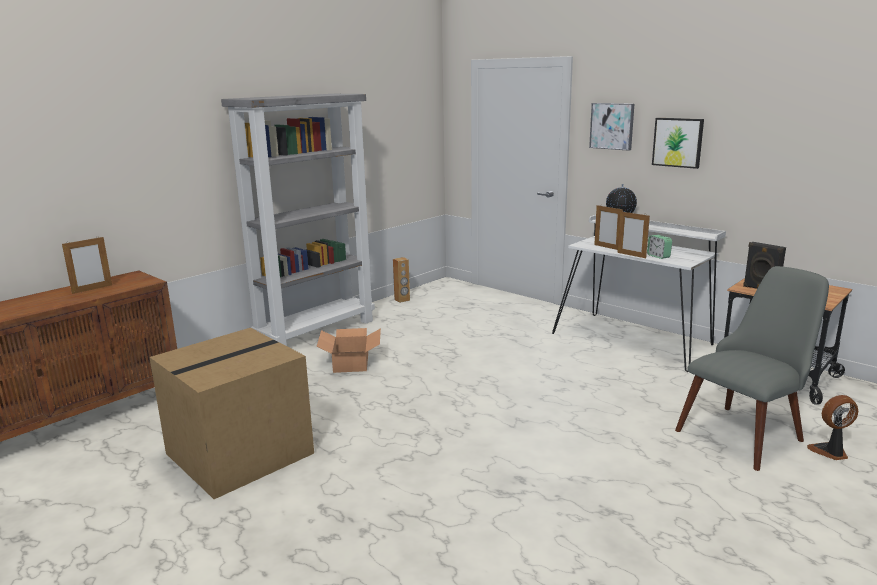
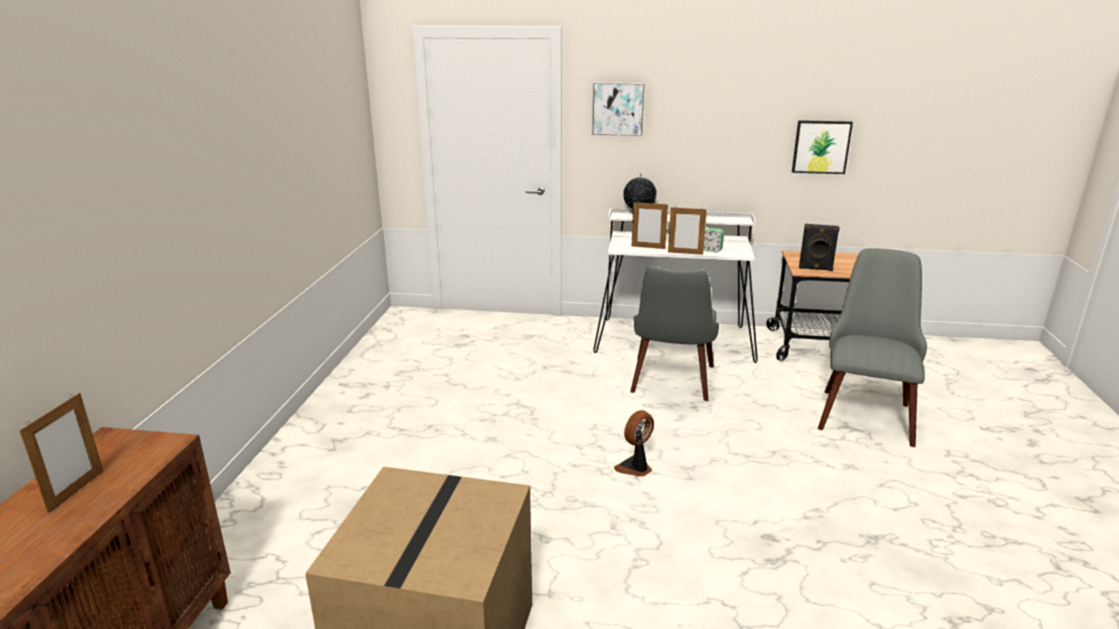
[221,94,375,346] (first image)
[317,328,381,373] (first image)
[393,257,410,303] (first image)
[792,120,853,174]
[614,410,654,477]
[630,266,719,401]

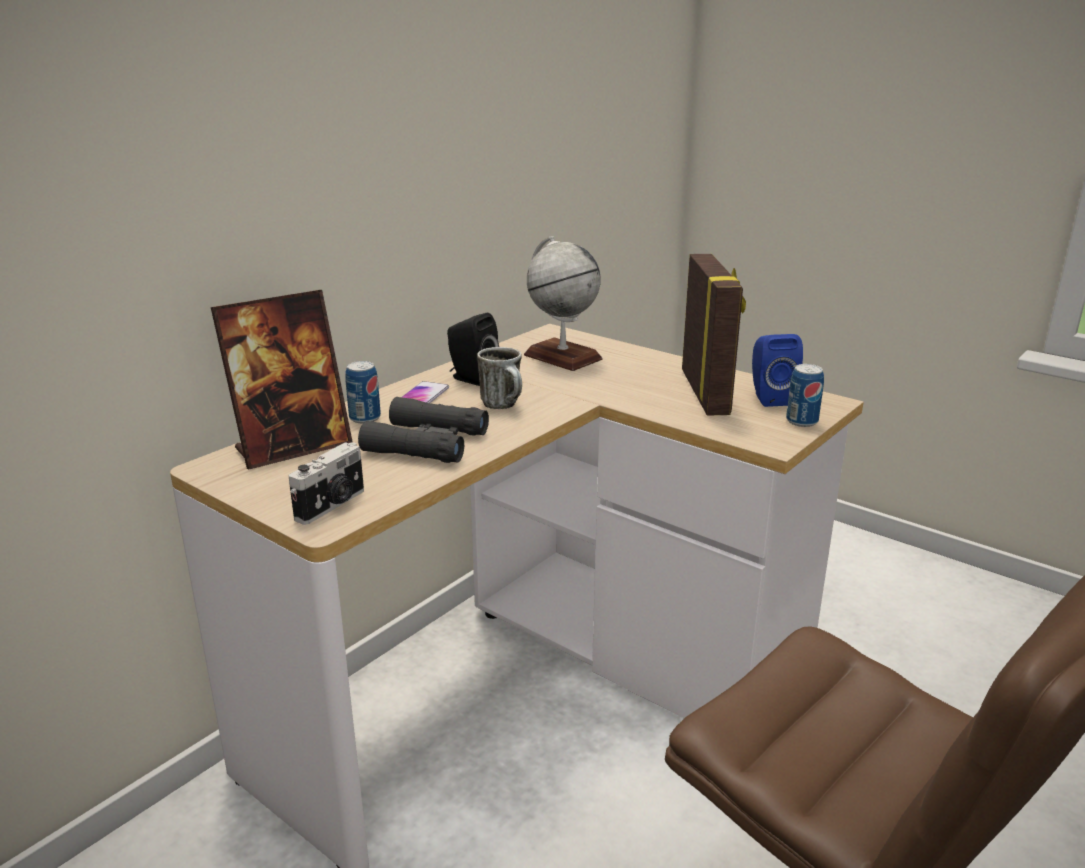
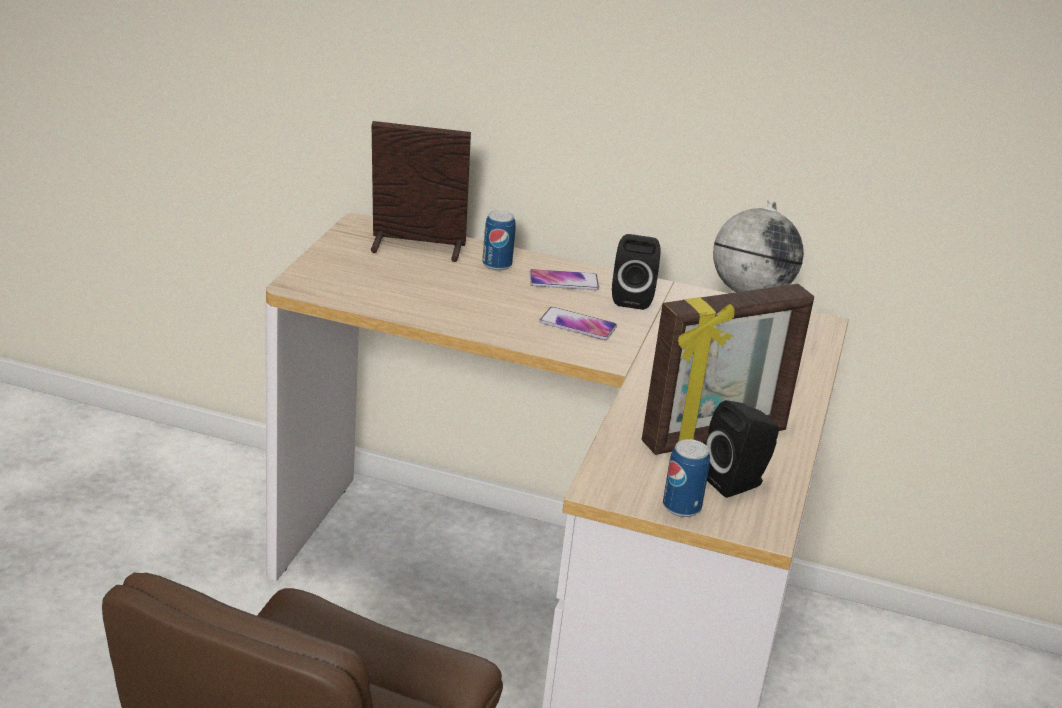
[371,121,471,262]
[288,442,364,525] (first image)
[358,397,489,463] (first image)
[539,307,617,340]
[705,400,779,498]

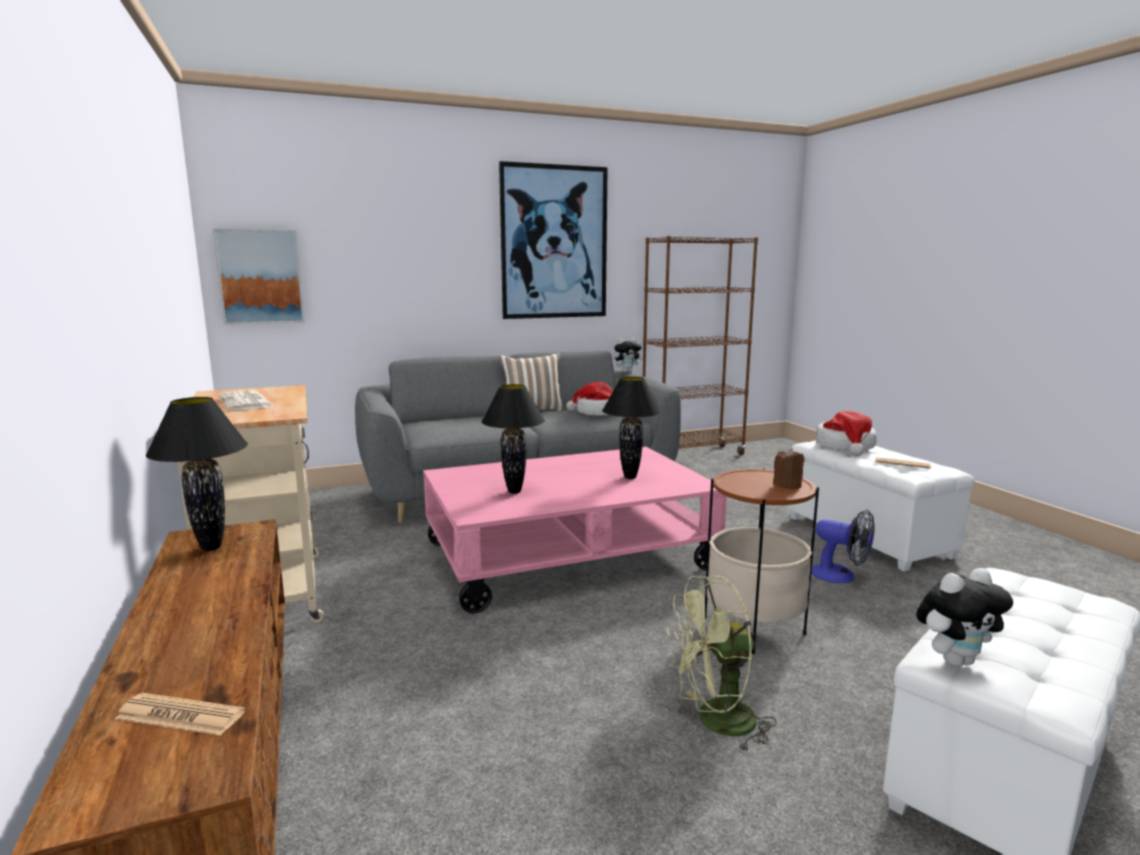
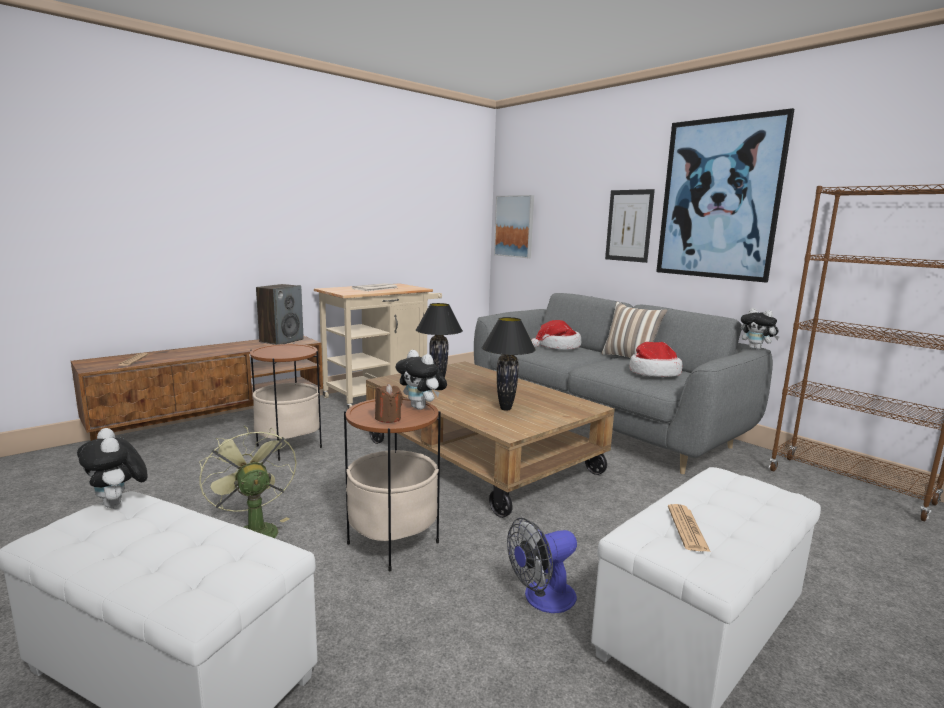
[256,284,304,345]
[366,362,615,518]
[507,518,577,613]
[531,320,581,349]
[250,343,322,461]
[395,350,447,410]
[605,189,655,263]

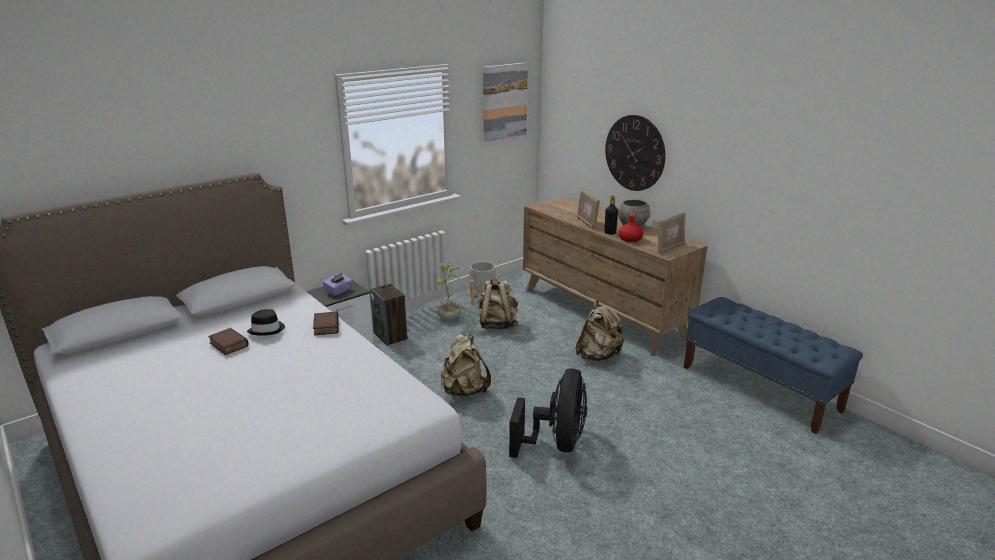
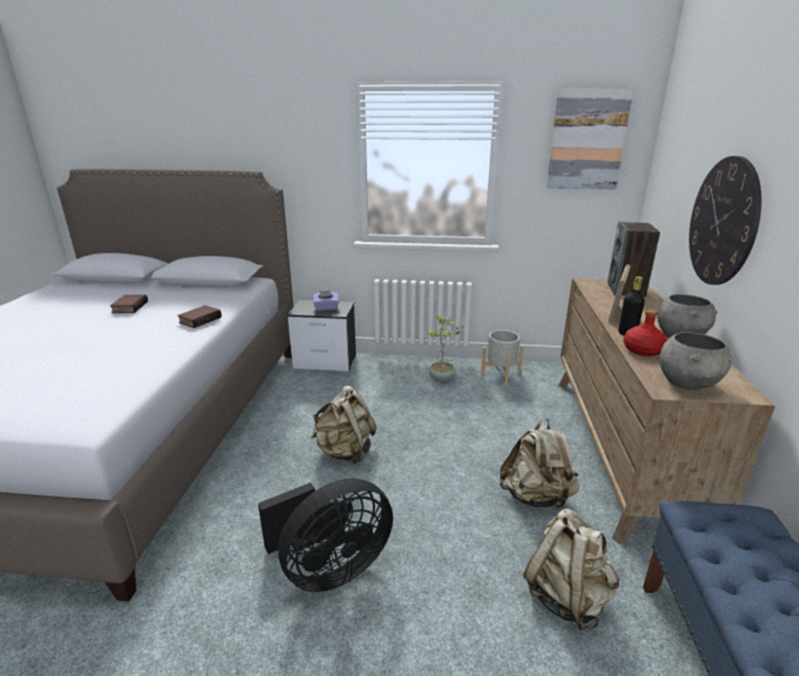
[247,309,285,336] (first image)
[607,221,660,297]
[523,508,620,630]
[660,332,731,390]

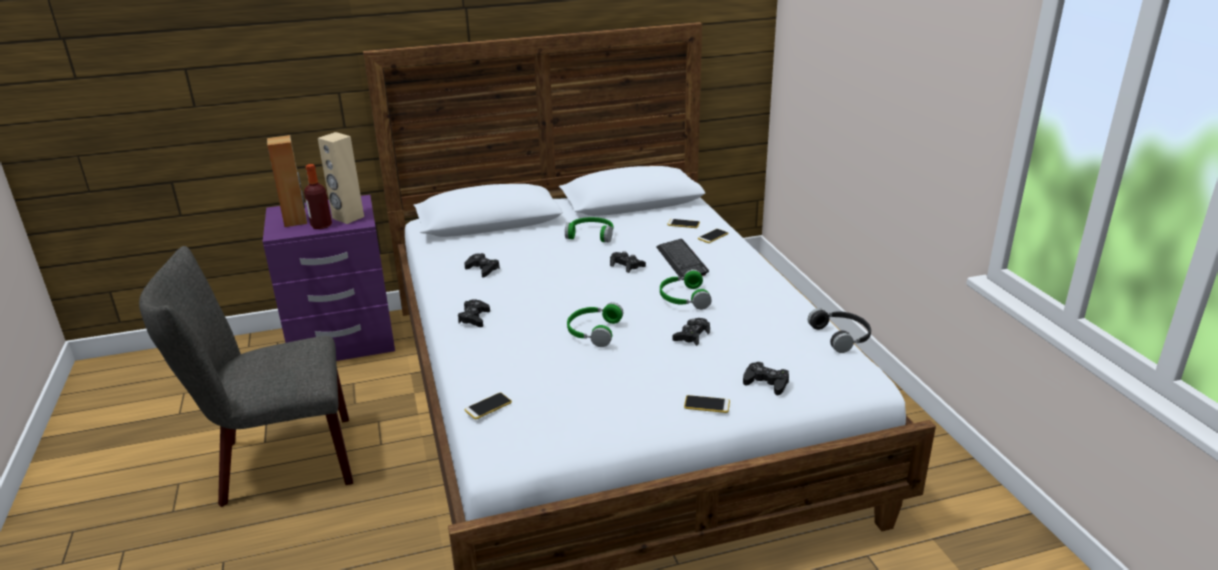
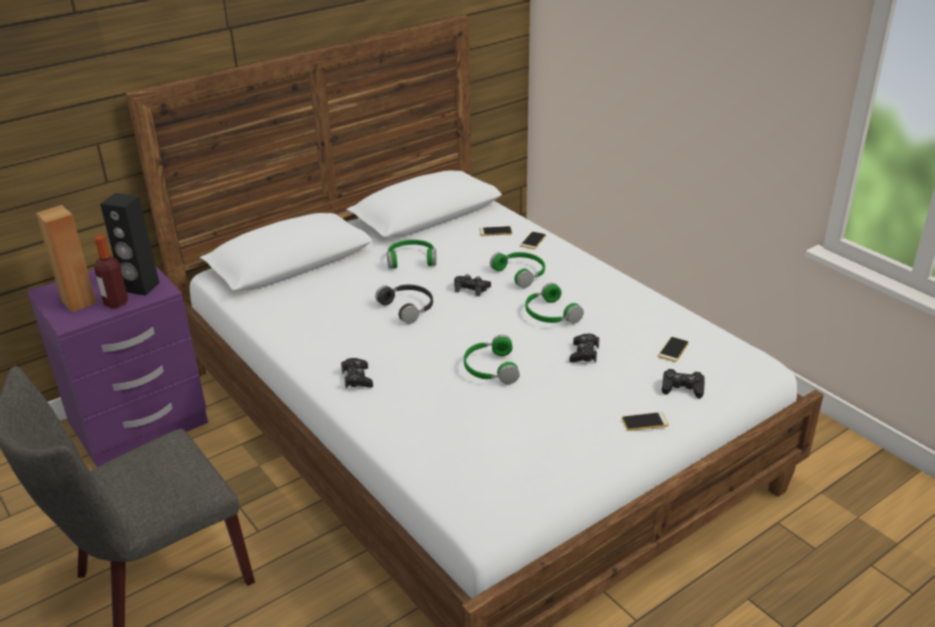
[100,193,159,296]
[464,253,500,278] (first image)
[658,337,689,362]
[490,252,545,288]
[375,285,433,324]

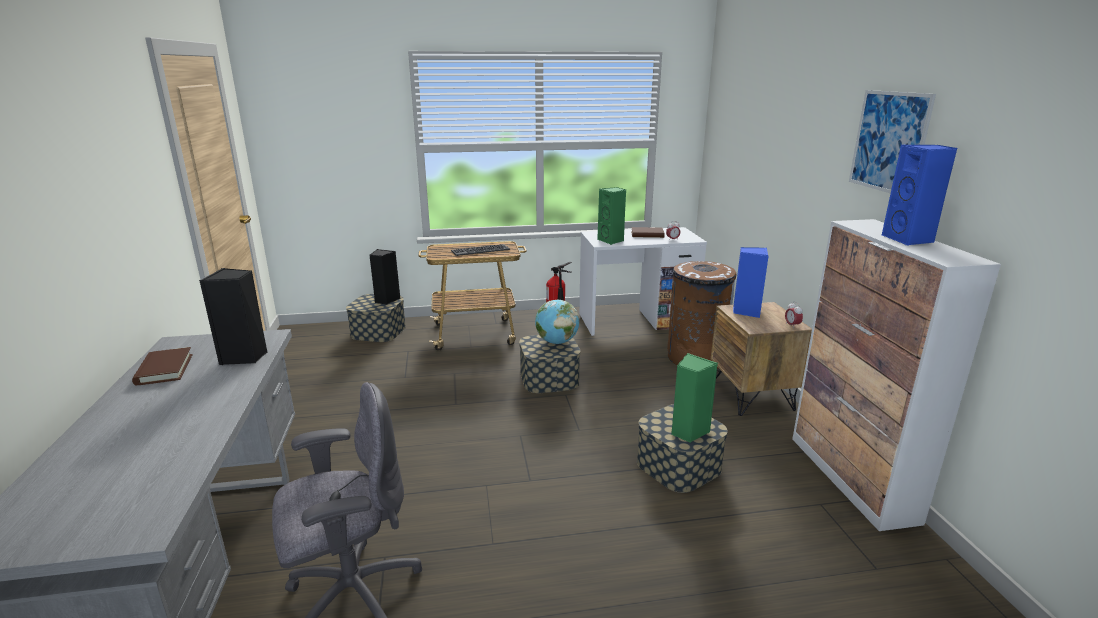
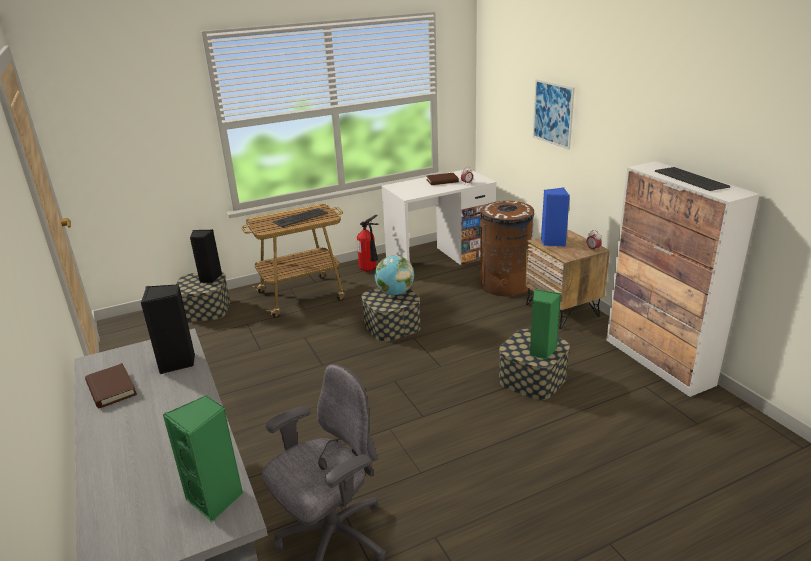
[163,395,243,522]
[533,79,575,150]
[655,167,730,191]

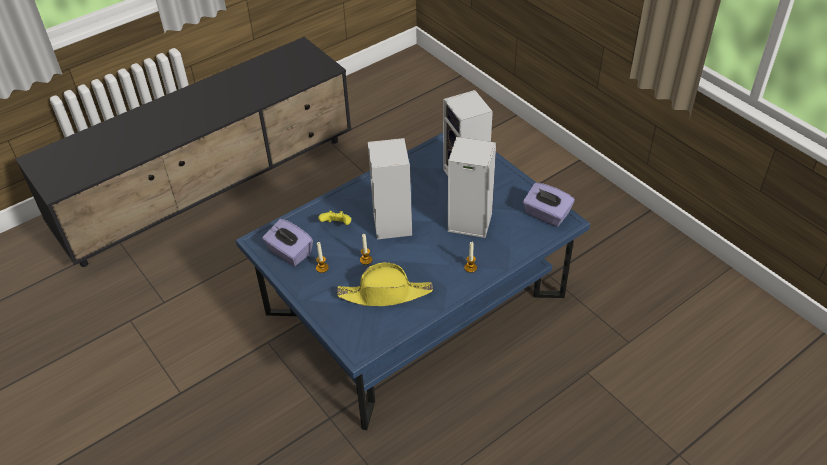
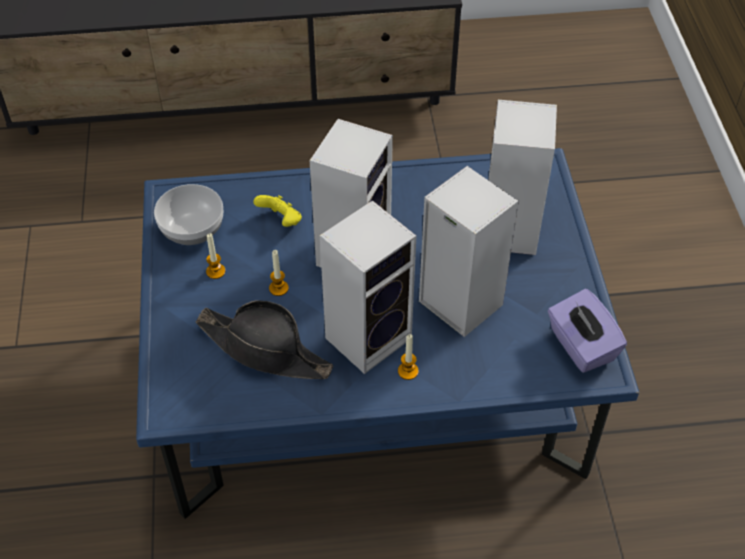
[154,184,223,245]
[196,300,333,379]
[320,200,416,374]

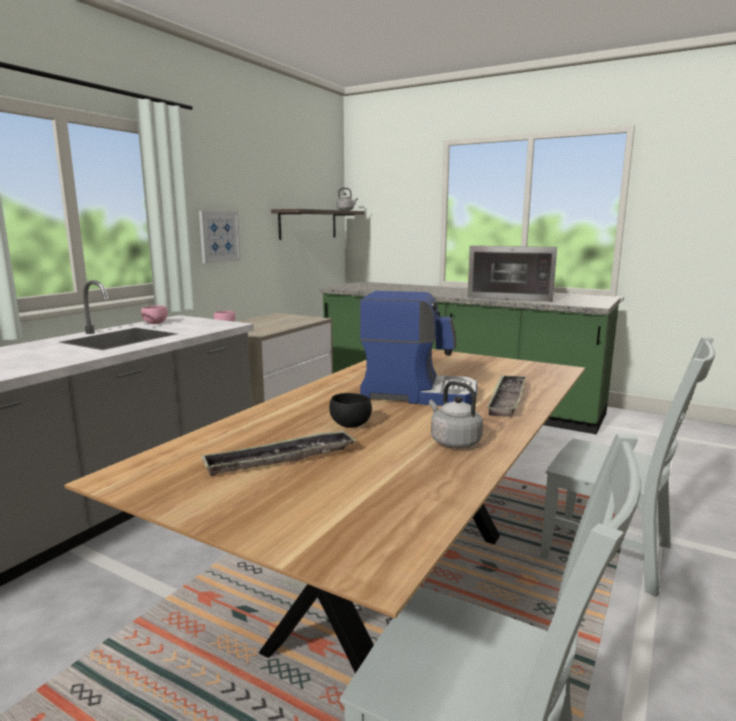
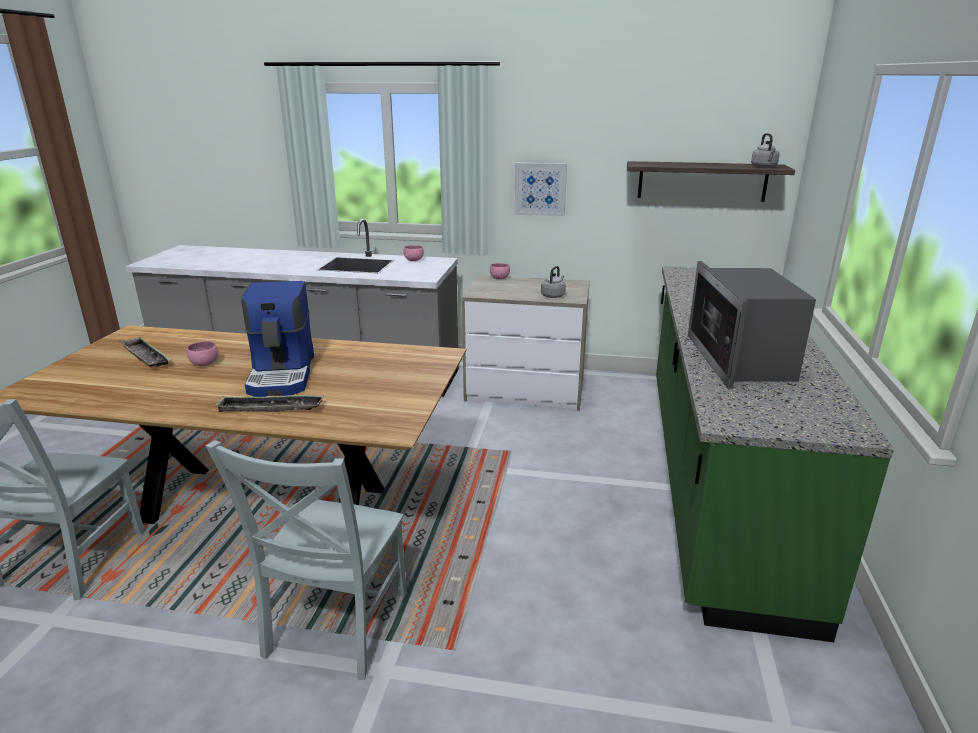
[187,341,218,366]
[541,266,566,298]

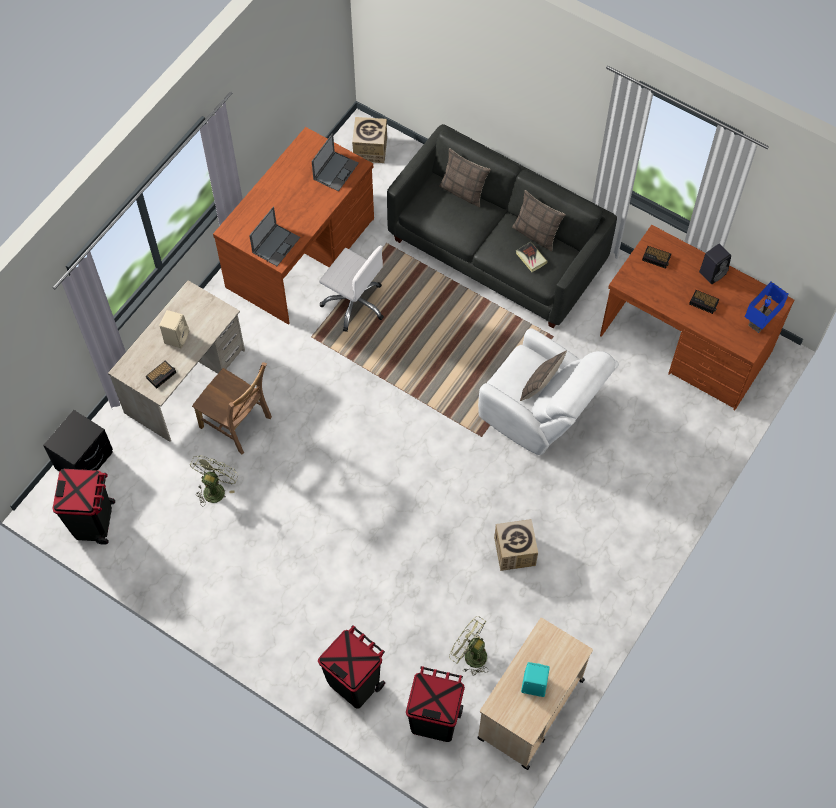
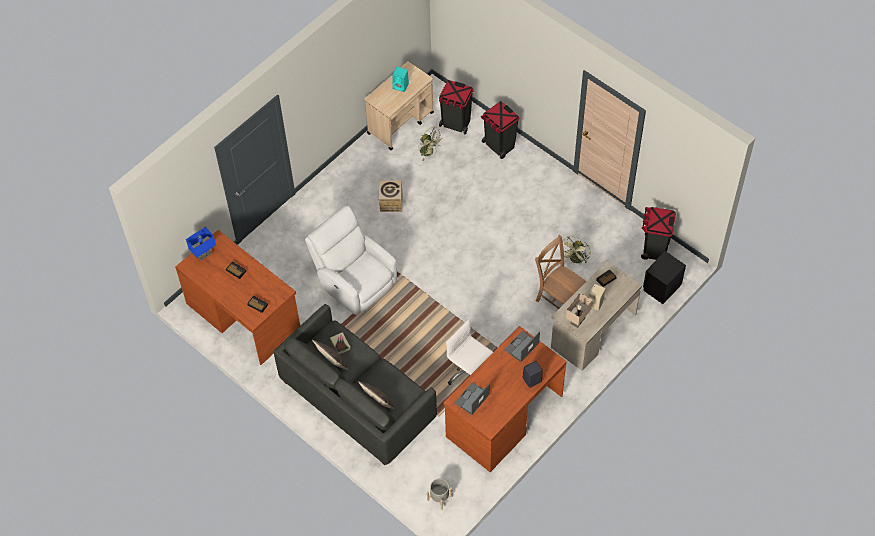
[427,478,452,510]
[520,351,567,401] (first image)
[523,361,543,388]
[566,293,593,328]

